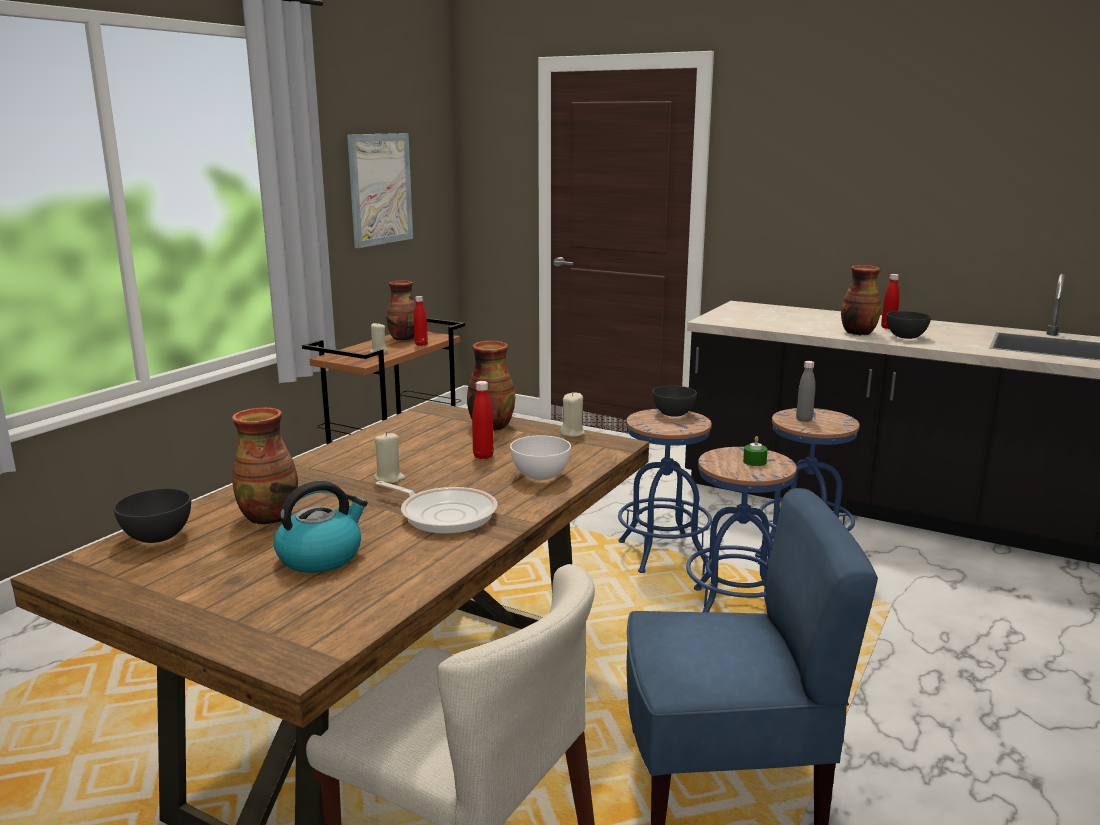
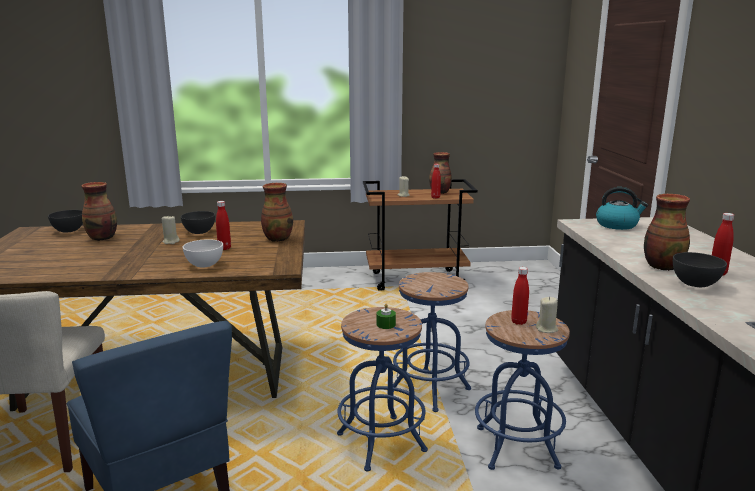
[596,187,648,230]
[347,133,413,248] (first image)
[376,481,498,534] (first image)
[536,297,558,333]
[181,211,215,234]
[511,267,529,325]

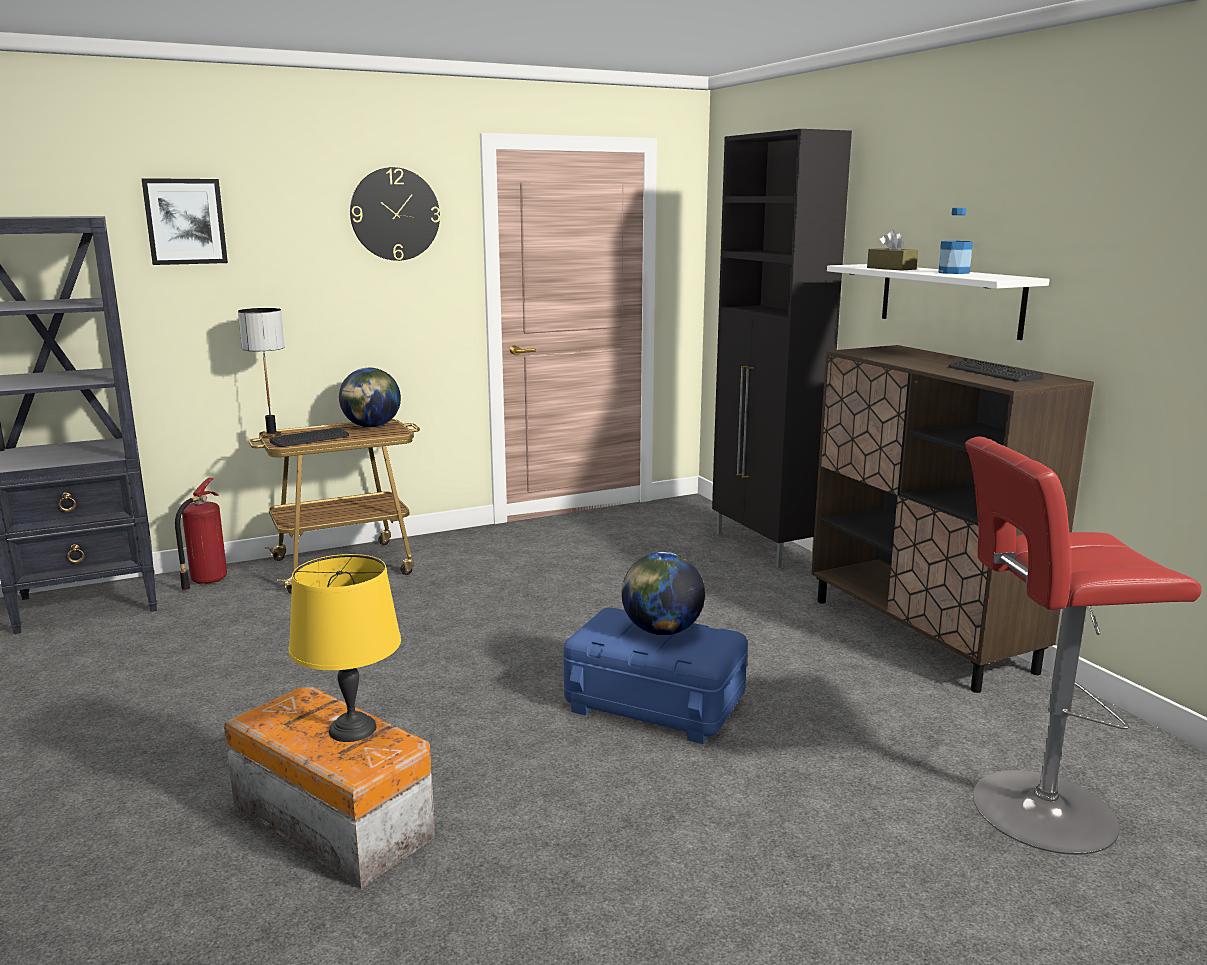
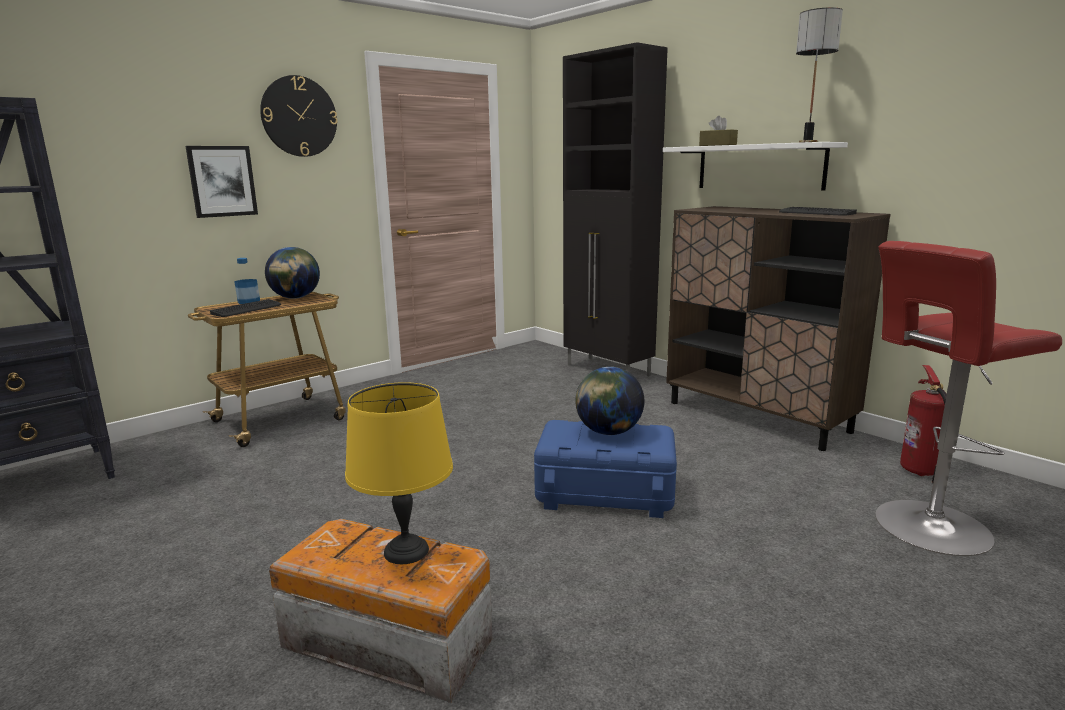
[185,146,258,218]
[900,365,947,484]
[796,7,843,143]
[234,258,260,304]

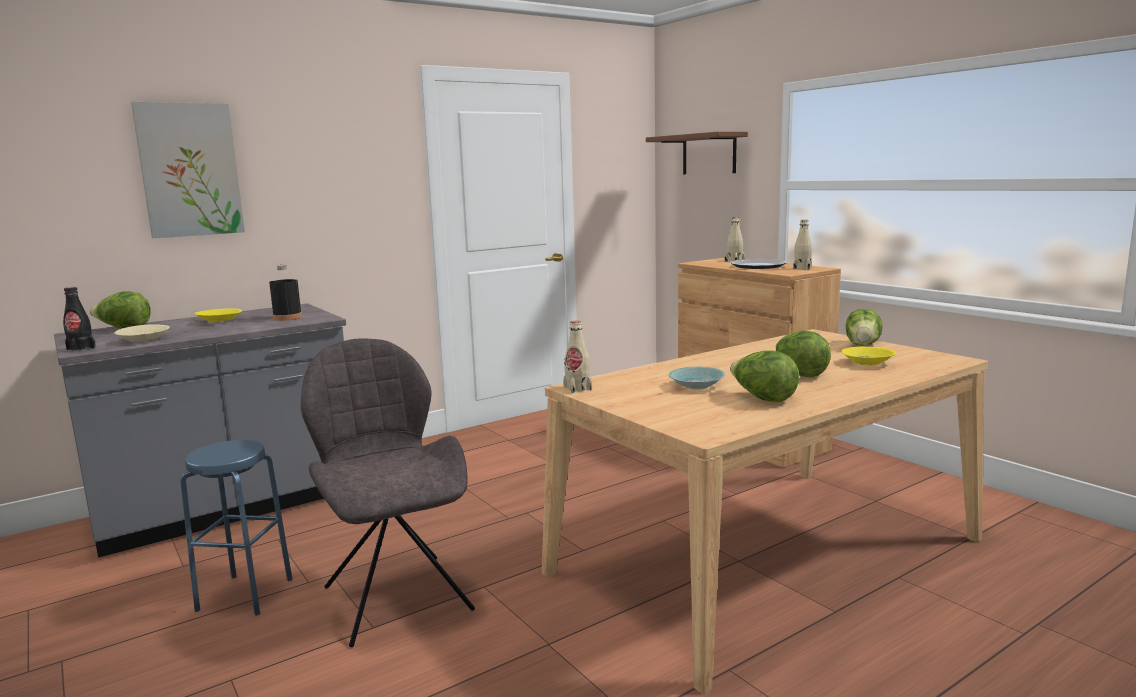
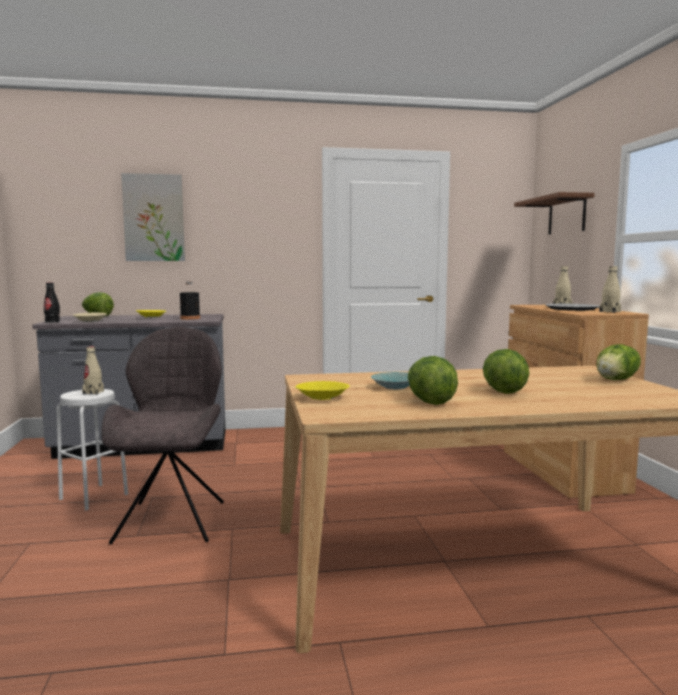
[56,389,128,510]
[82,346,104,395]
[295,381,350,400]

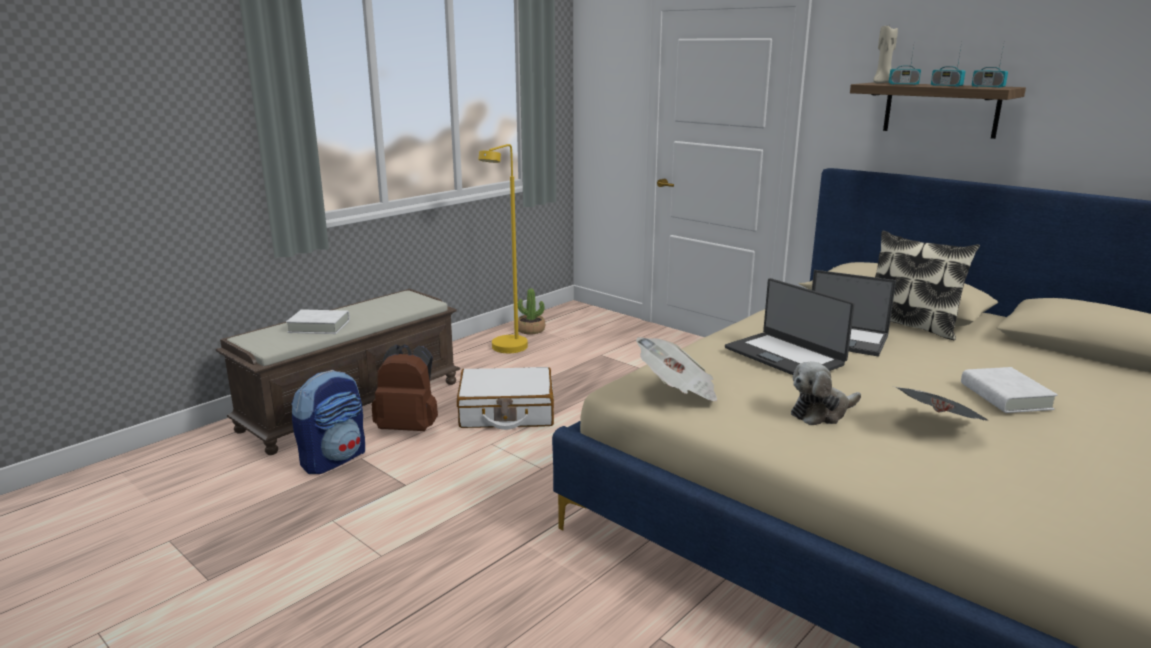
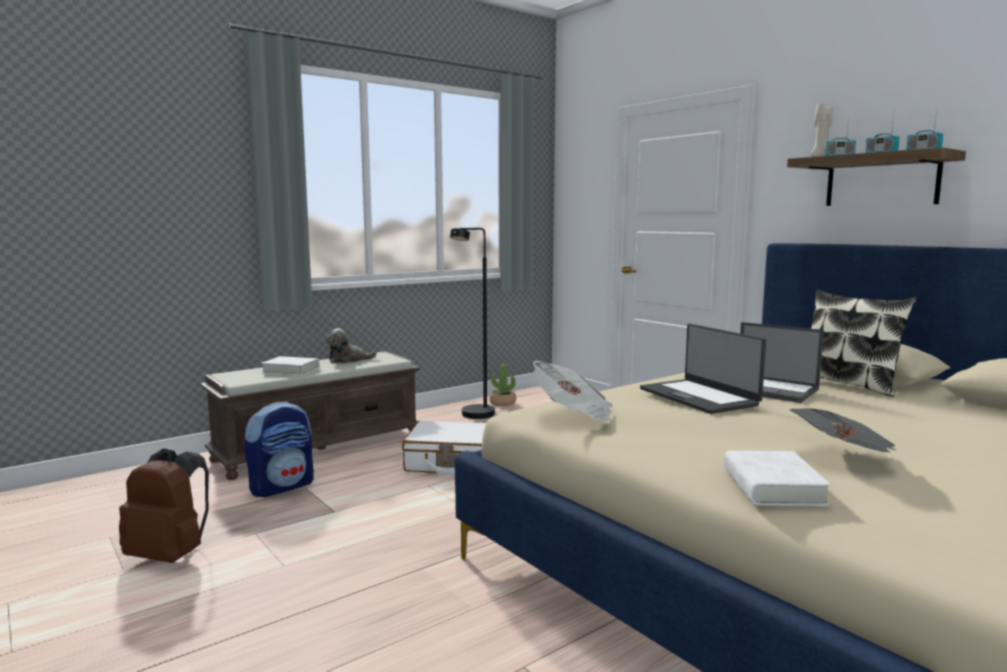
[119,449,209,563]
[450,228,495,419]
[325,328,377,363]
[724,450,831,507]

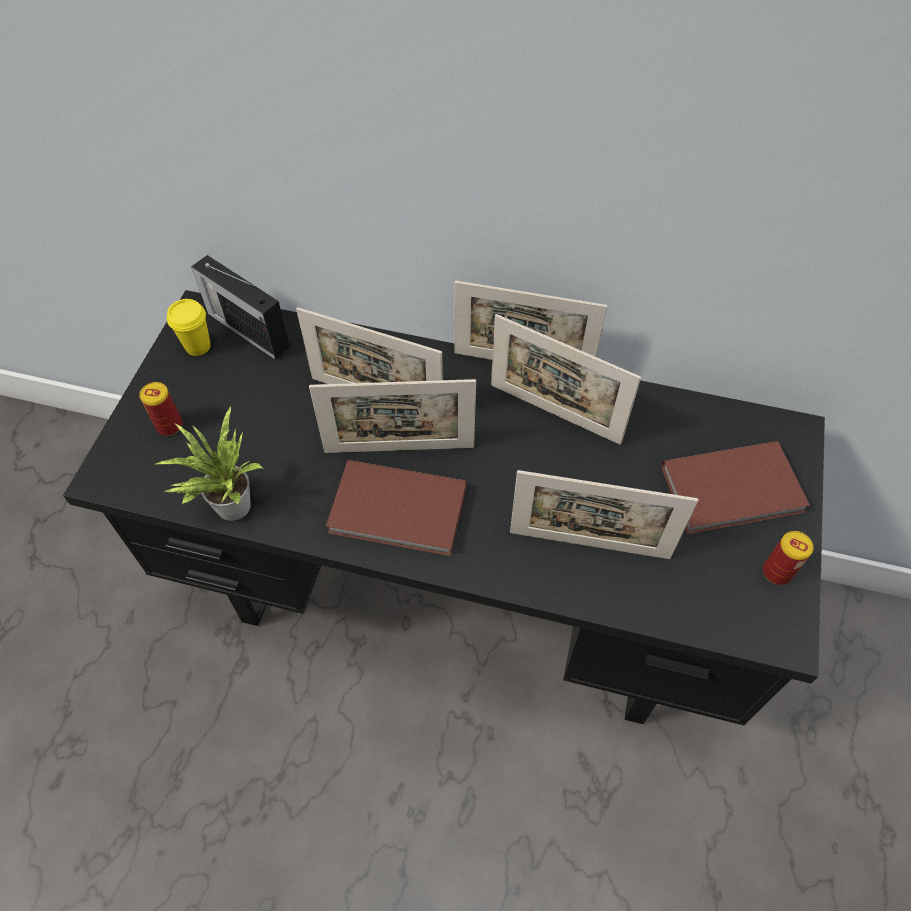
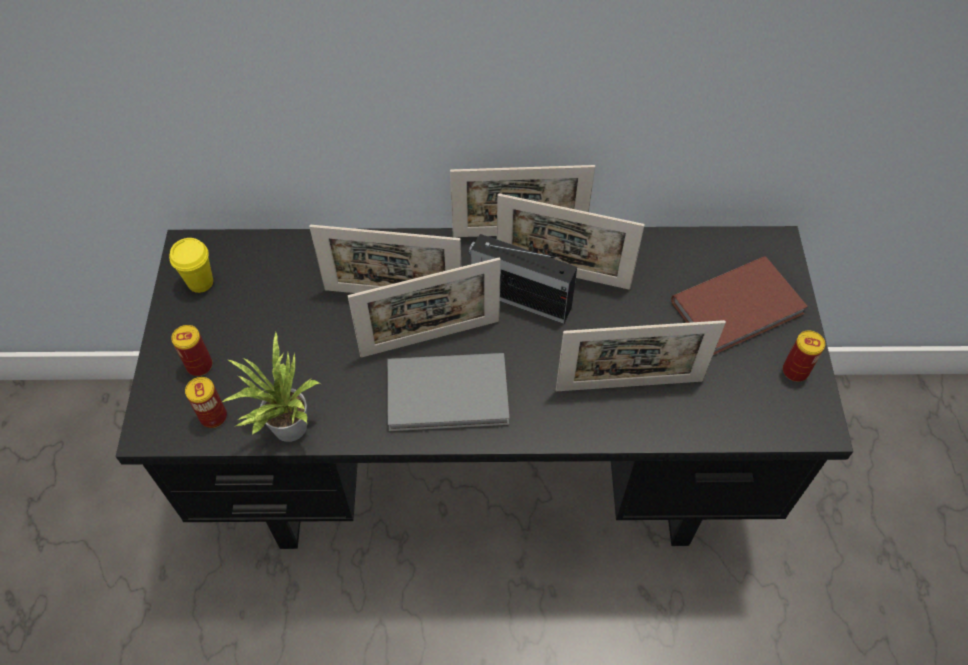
[469,234,577,324]
[387,353,510,431]
[185,377,227,428]

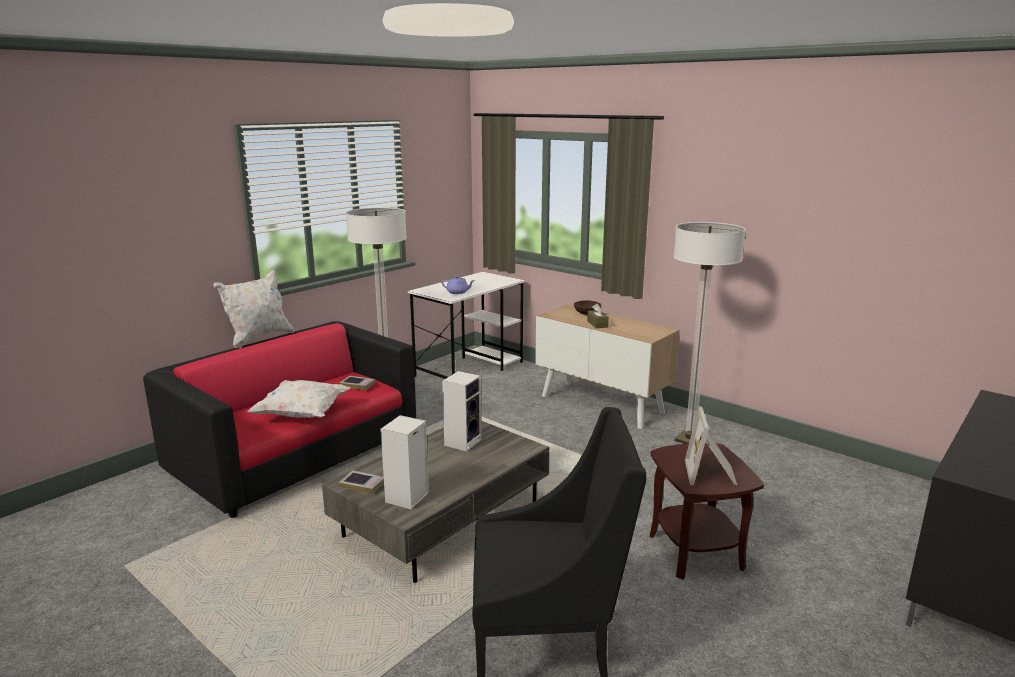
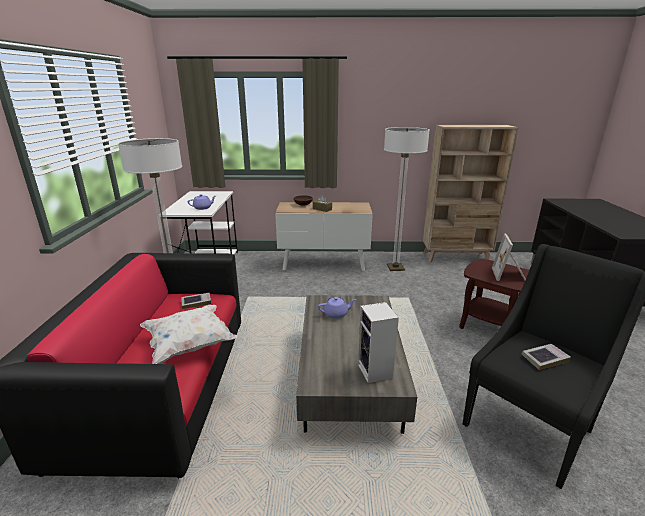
[213,269,295,348] (first image)
[522,344,571,370]
[318,297,356,319]
[492,233,526,281]
[423,125,519,263]

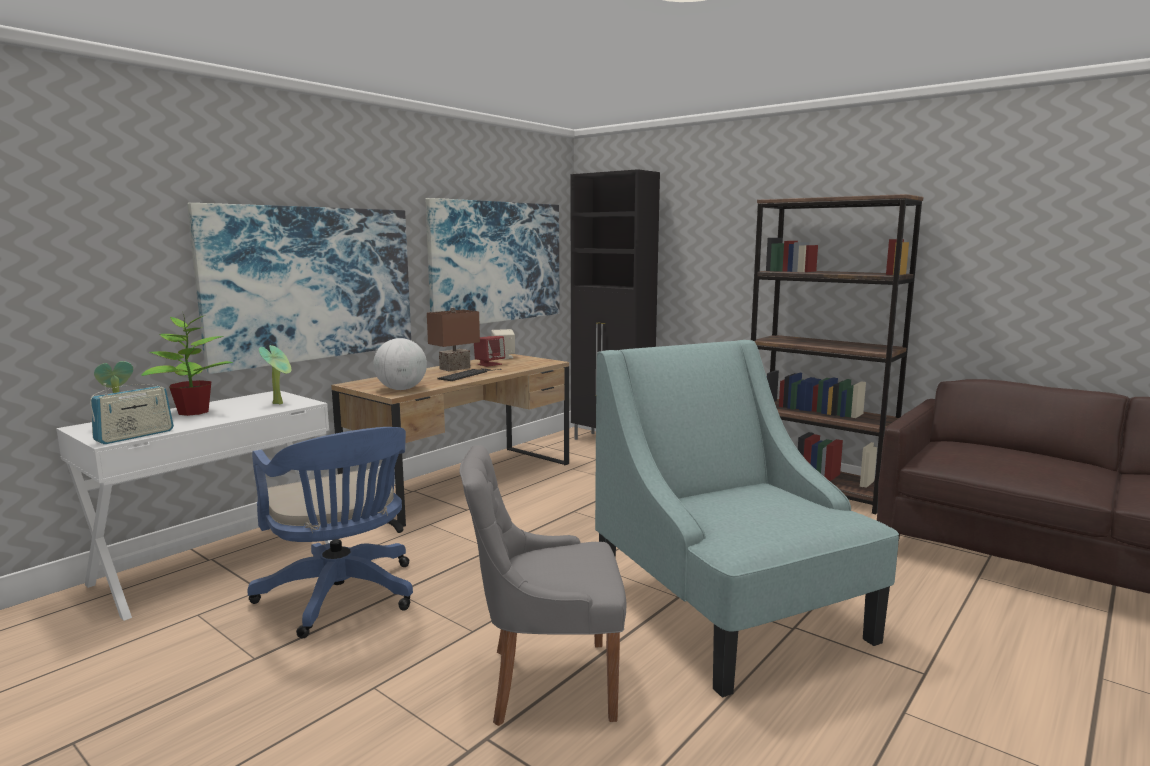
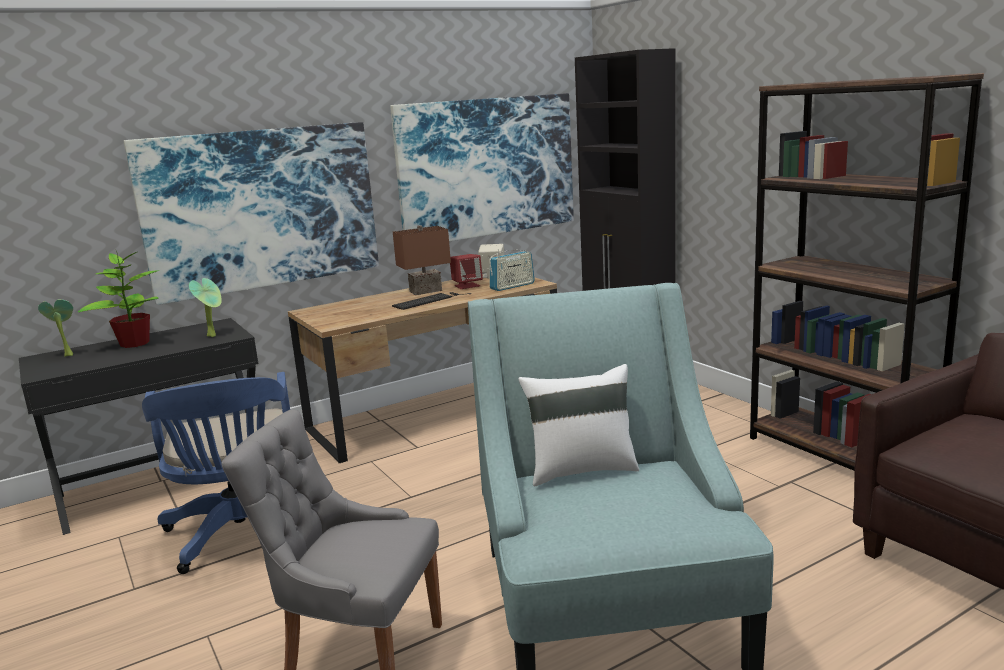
[19,318,259,535]
[489,249,535,291]
[373,338,427,390] (first image)
[518,364,639,487]

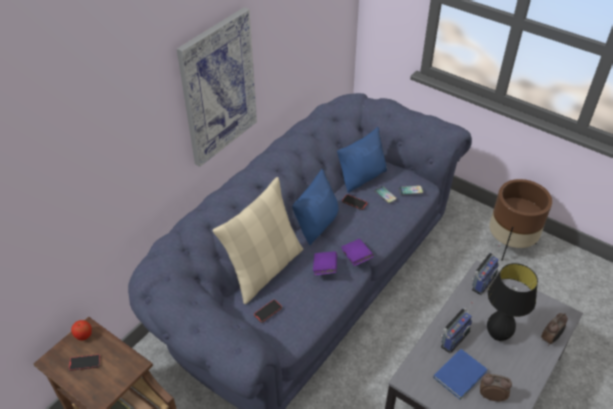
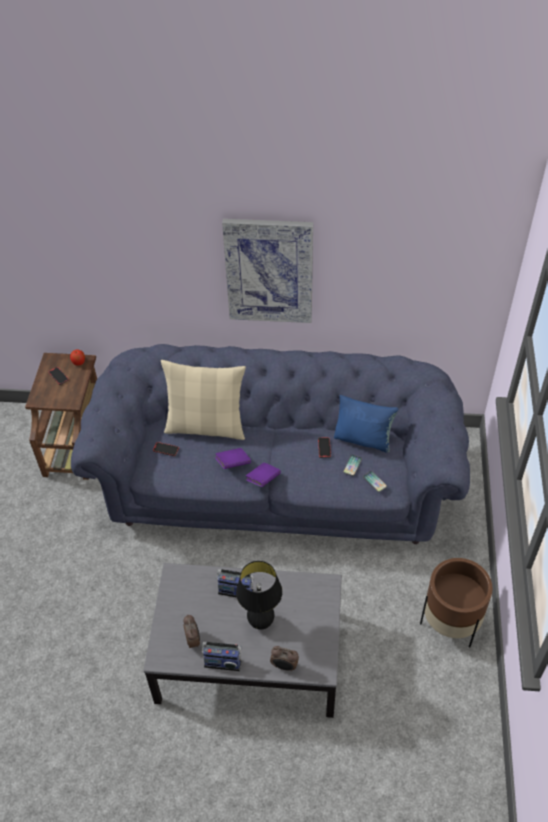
[292,169,339,245] (first image)
[433,349,488,400] (first image)
[202,642,242,671]

